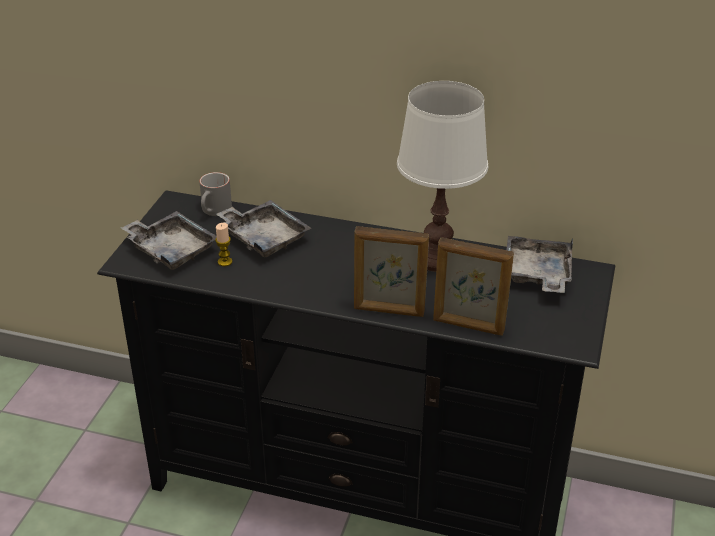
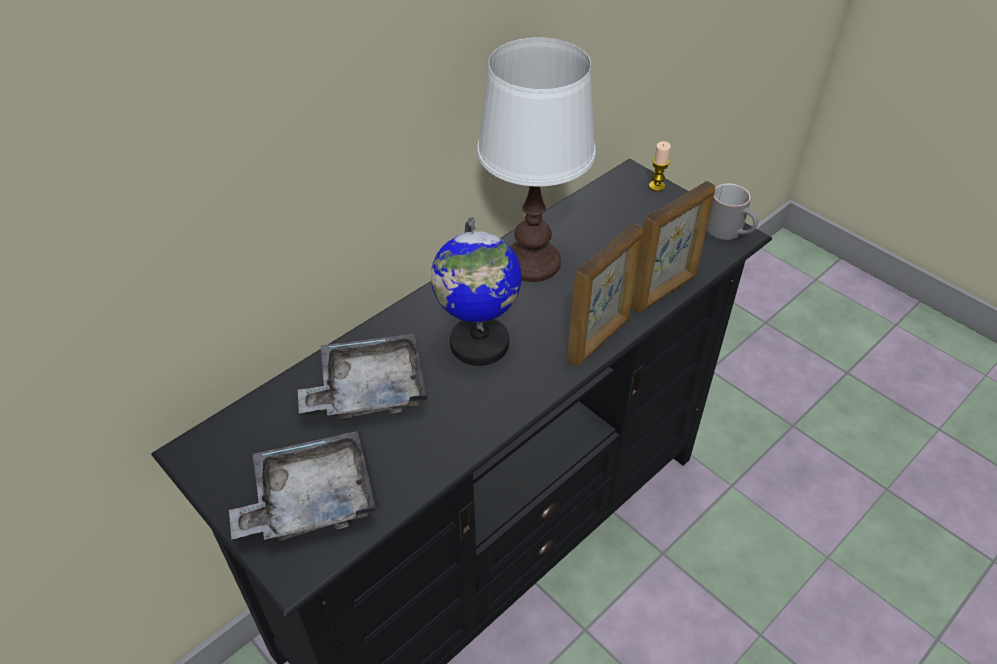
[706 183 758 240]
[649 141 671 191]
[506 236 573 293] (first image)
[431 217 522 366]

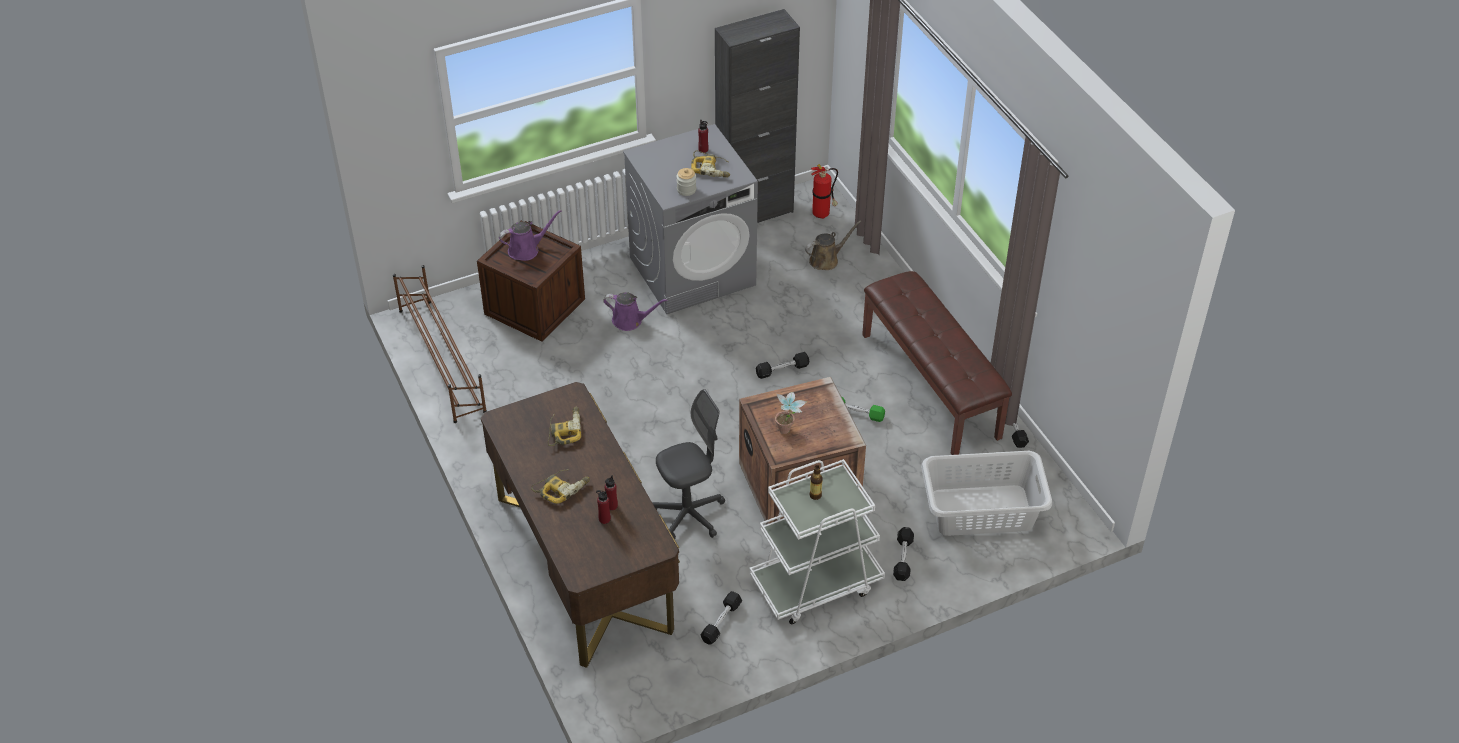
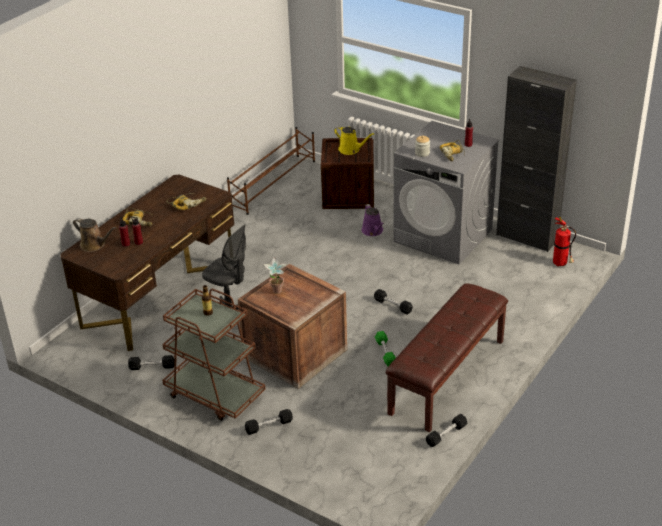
[334 126 375 155]
[162 289 265 421]
[73 218 116 252]
[921 451 1052 536] (first image)

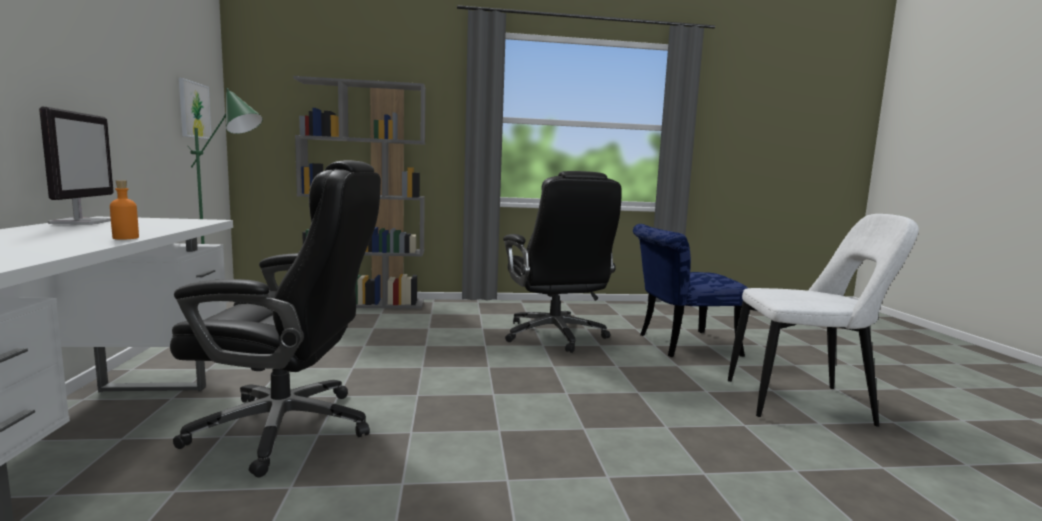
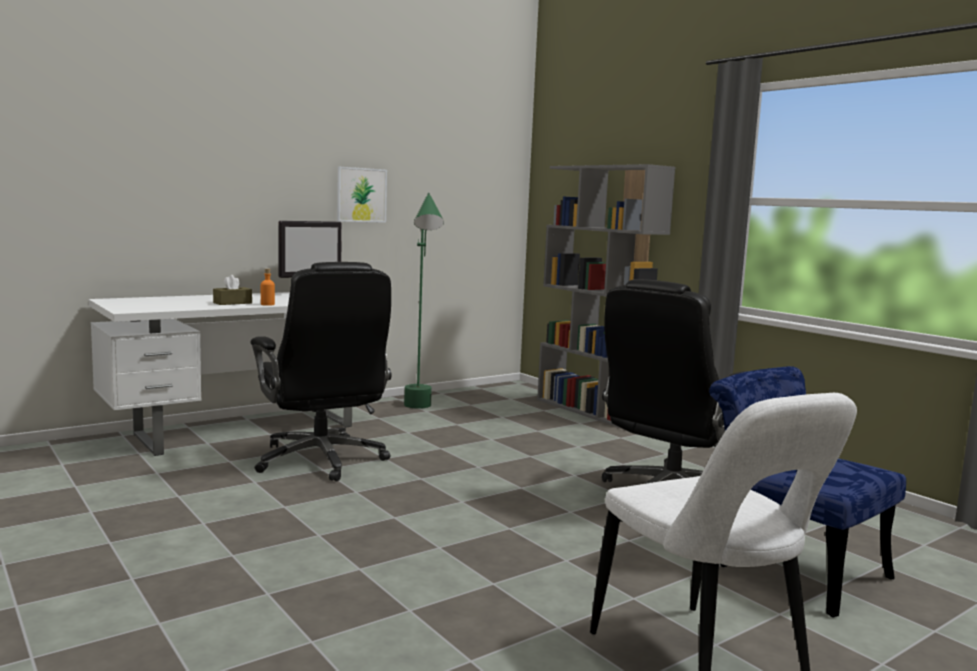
[337 167 387 223]
[213 275 252 305]

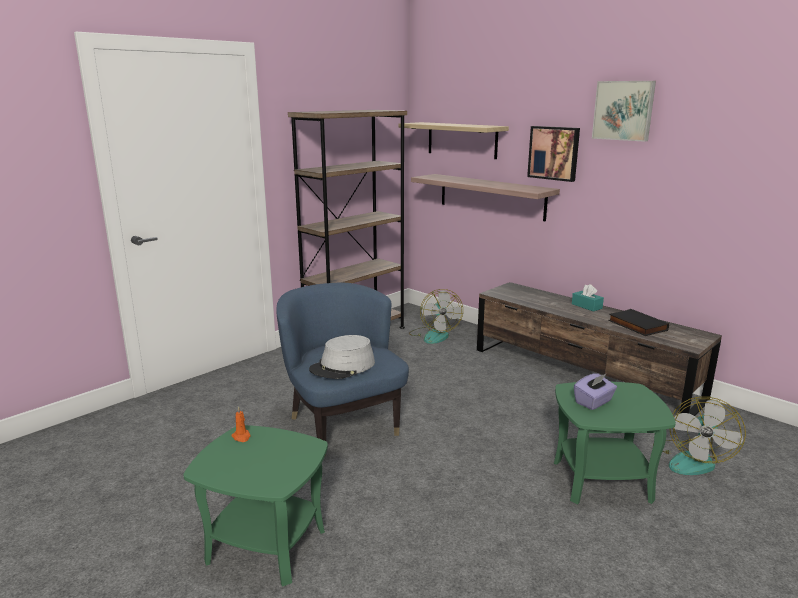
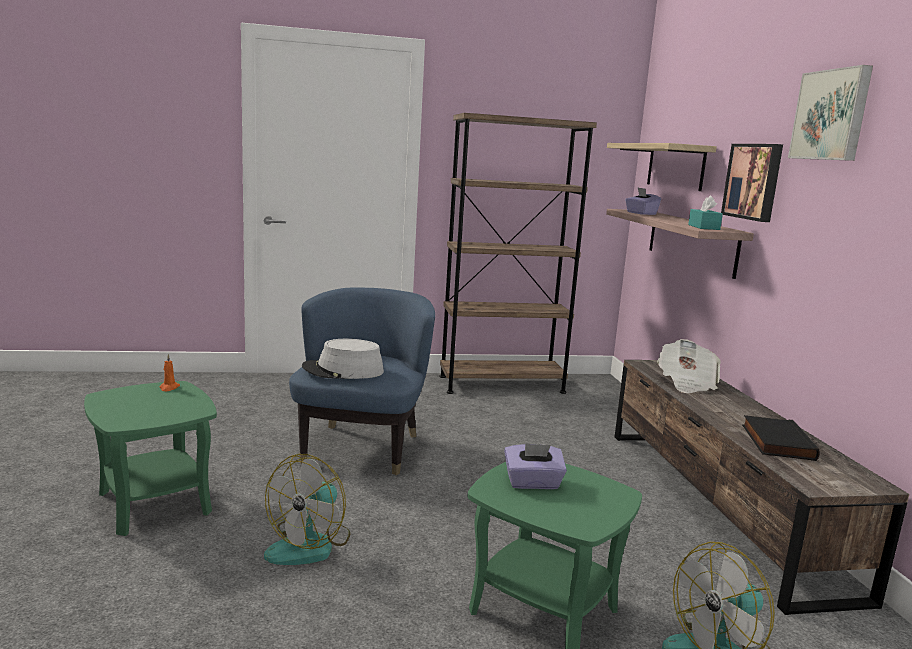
[264 454 350 565]
[688 195 723 230]
[625 188 661 215]
[657 339 721 393]

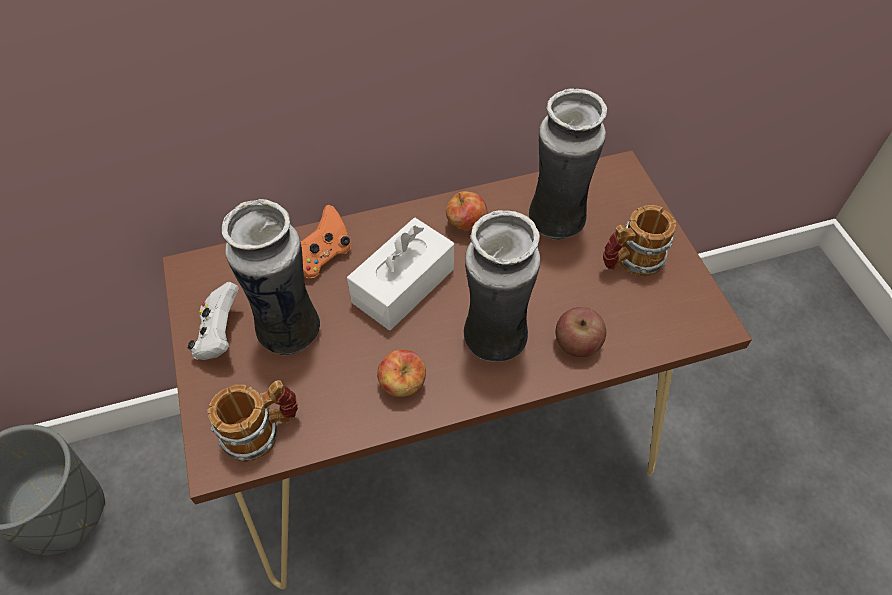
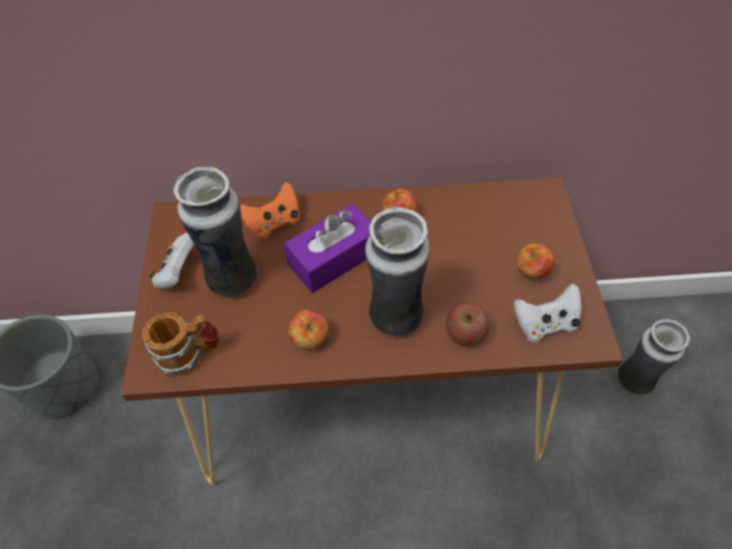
[284 204 371 293]
[618 319 690 395]
[517 244 555 280]
[513 284 581 342]

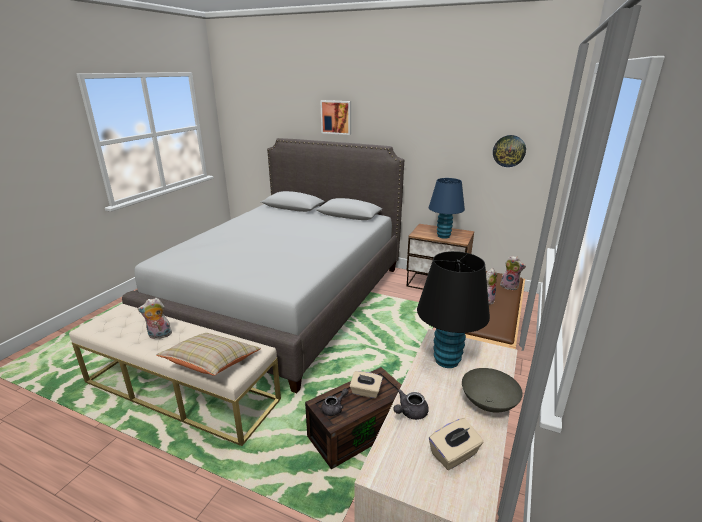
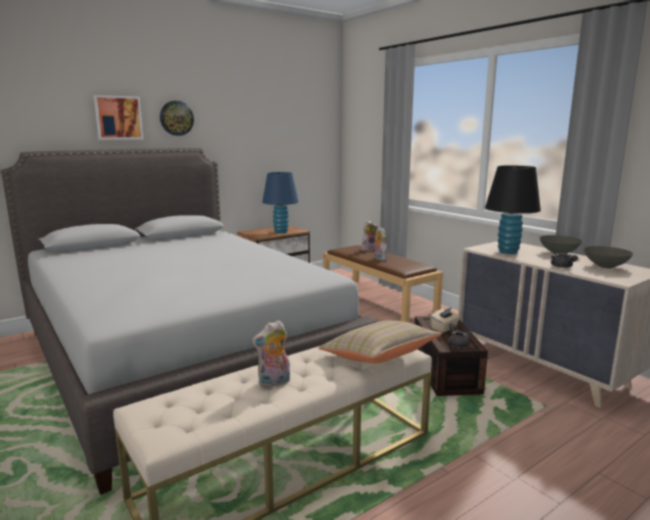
[252 320 290 388]
[584 246 633 268]
[160 101 194 136]

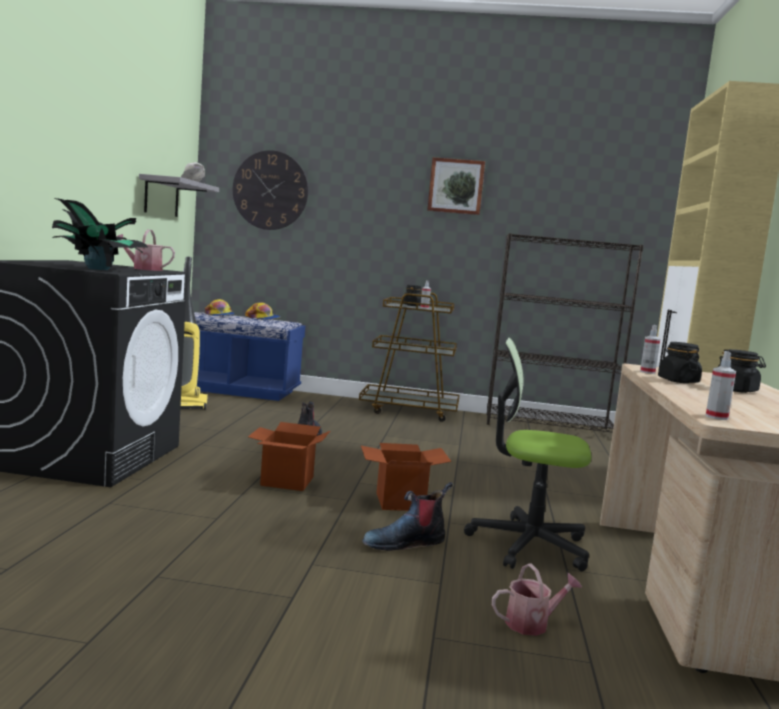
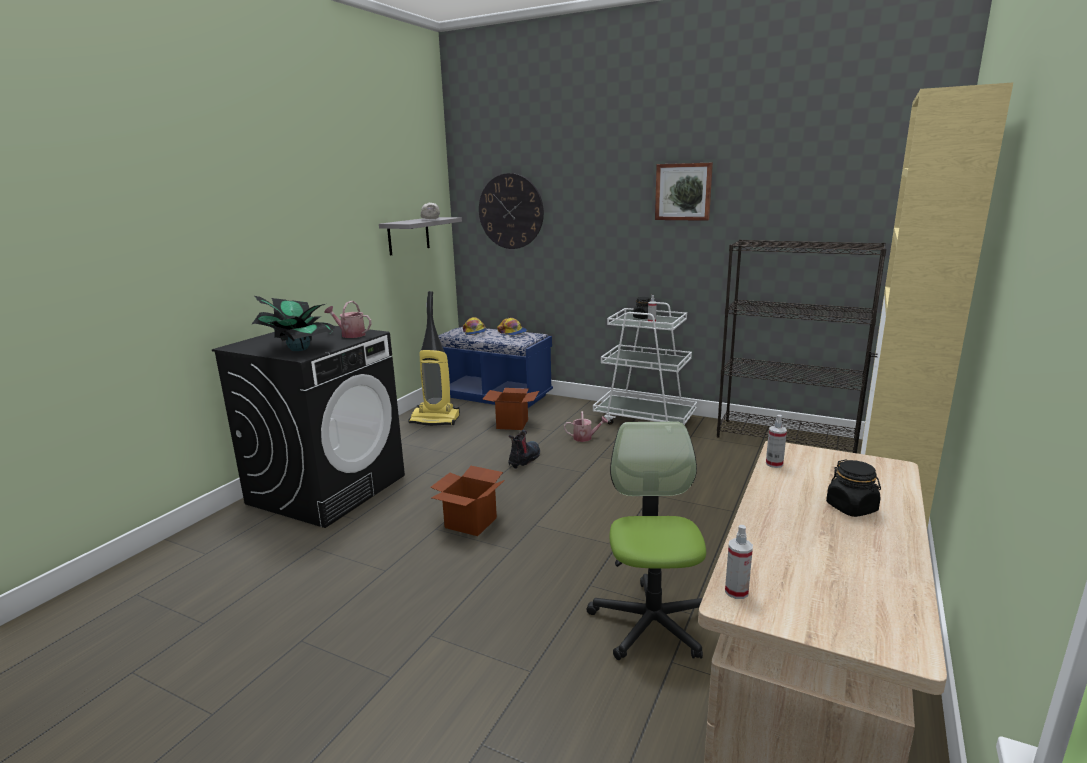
[593 302 697 425]
[482 388 539 430]
[363 482 453 551] (first image)
[587 421 706 660]
[564 411 608 442]
[658 342 702 383] (first image)

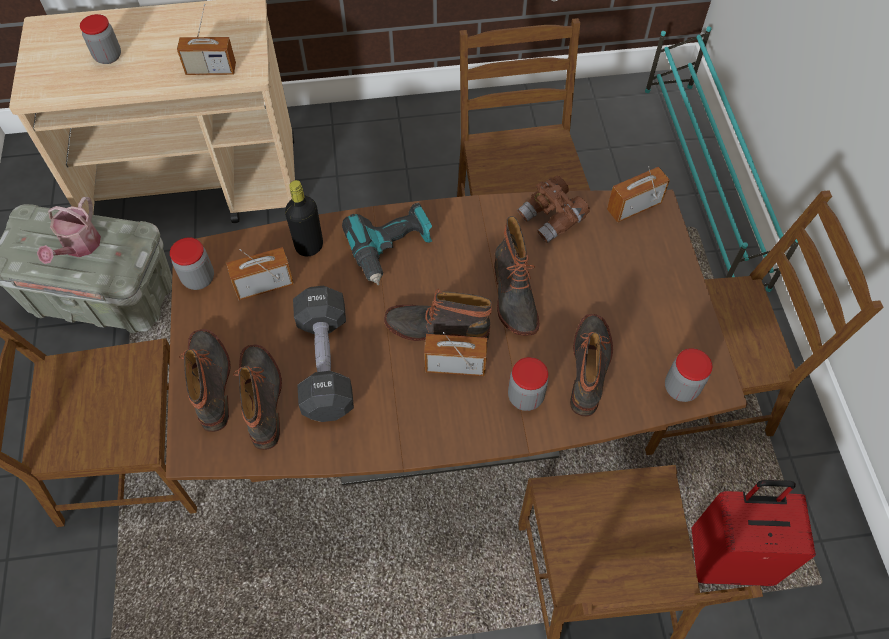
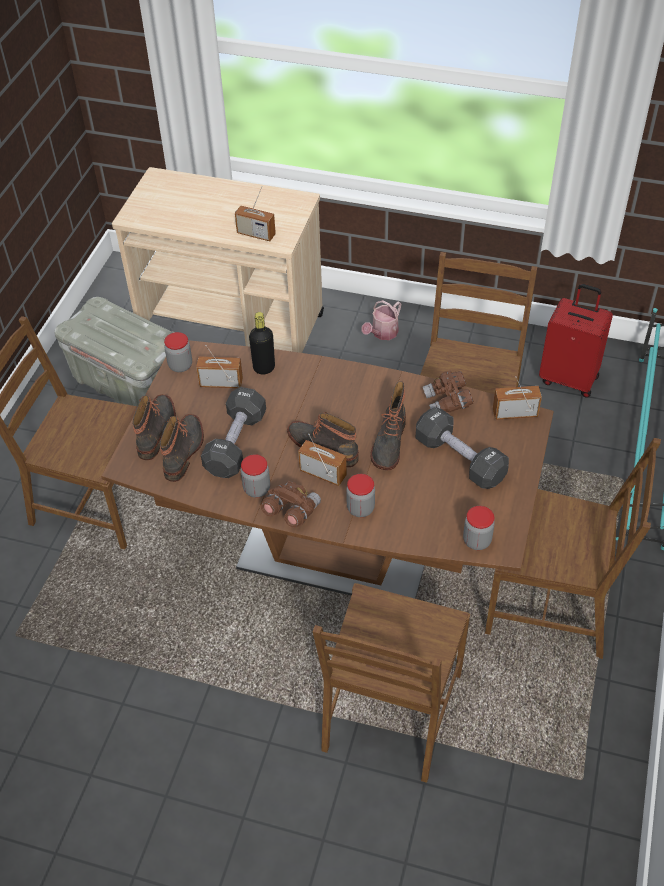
[361 300 401 340]
[241 454 270 498]
[342 203 432 286] (first image)
[570 314 613 417] (first image)
[539 284 613 398]
[261 481 321 528]
[416 407 509 489]

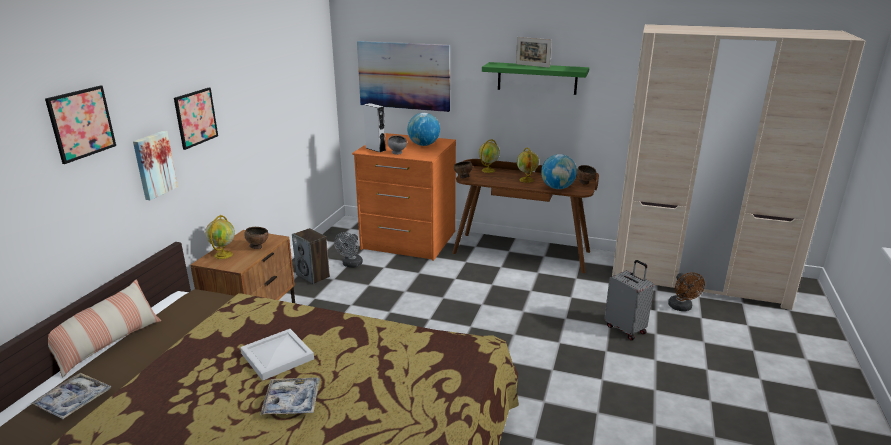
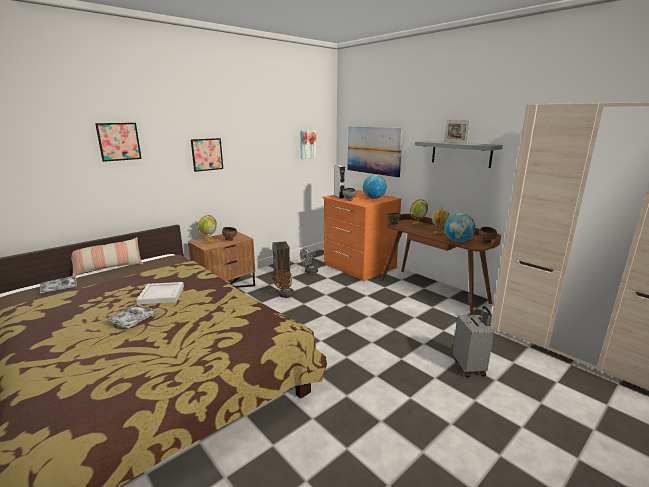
[300 130 316 159]
[415 141 503 168]
[273 270 295 298]

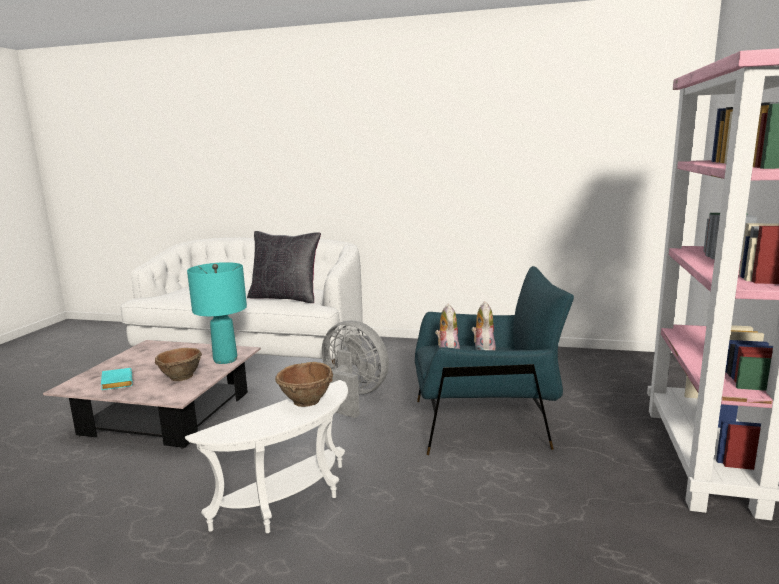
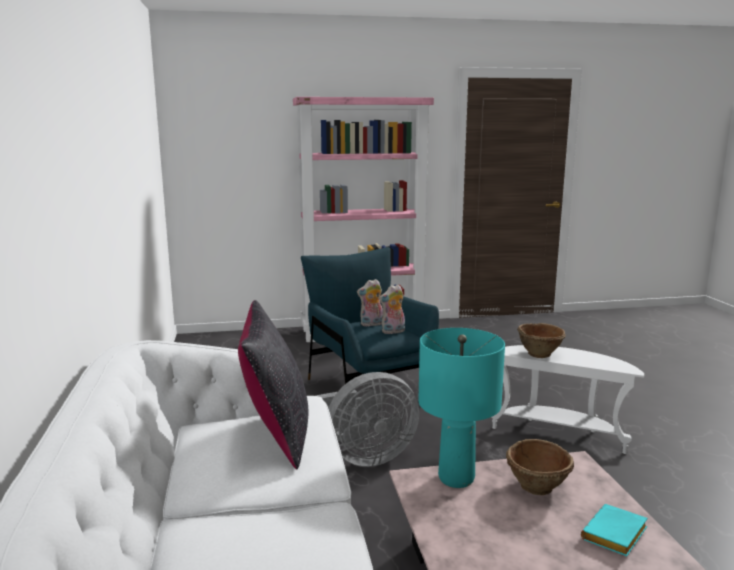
[315 372 419 467]

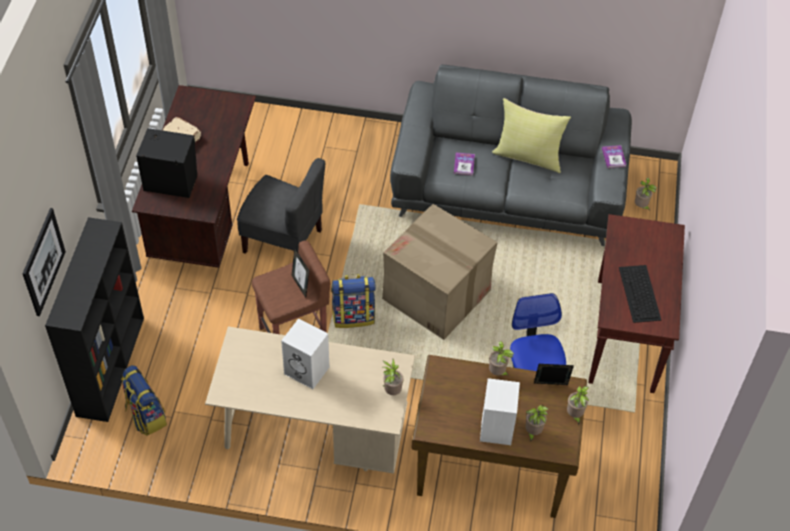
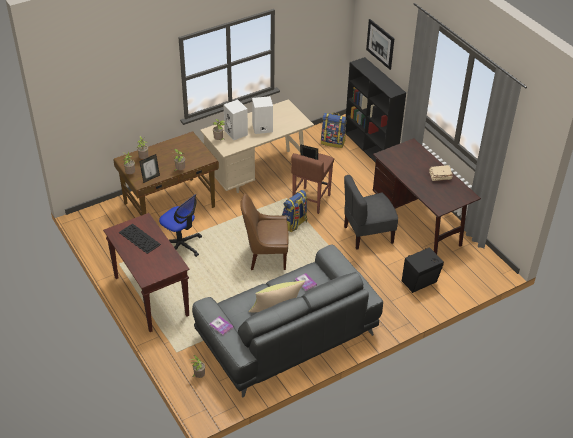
[402 247 444 293]
[240 193 289 270]
[224 99 248 140]

